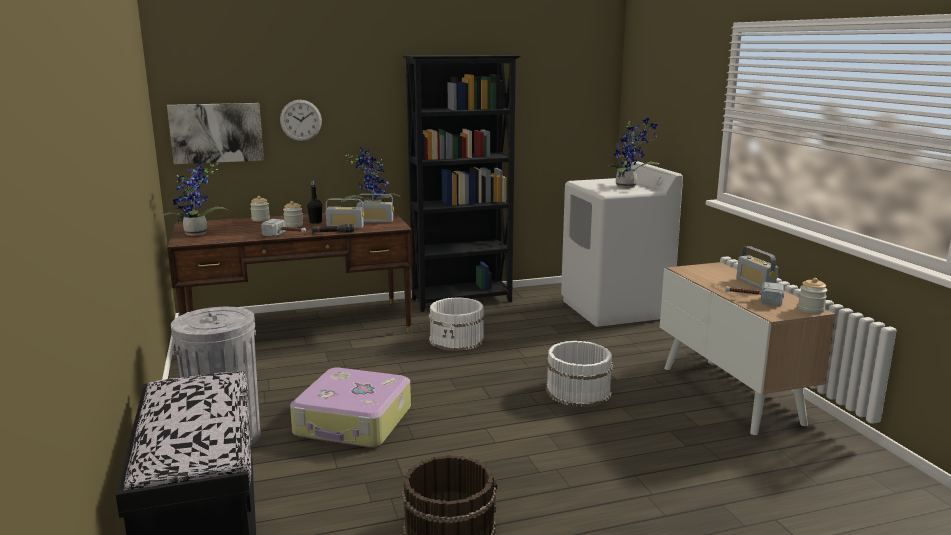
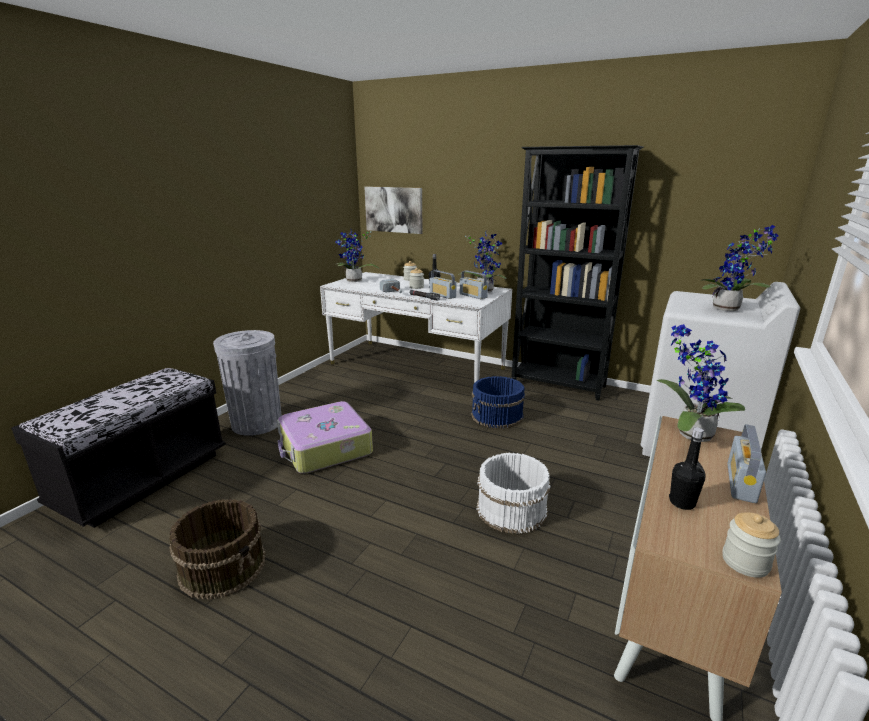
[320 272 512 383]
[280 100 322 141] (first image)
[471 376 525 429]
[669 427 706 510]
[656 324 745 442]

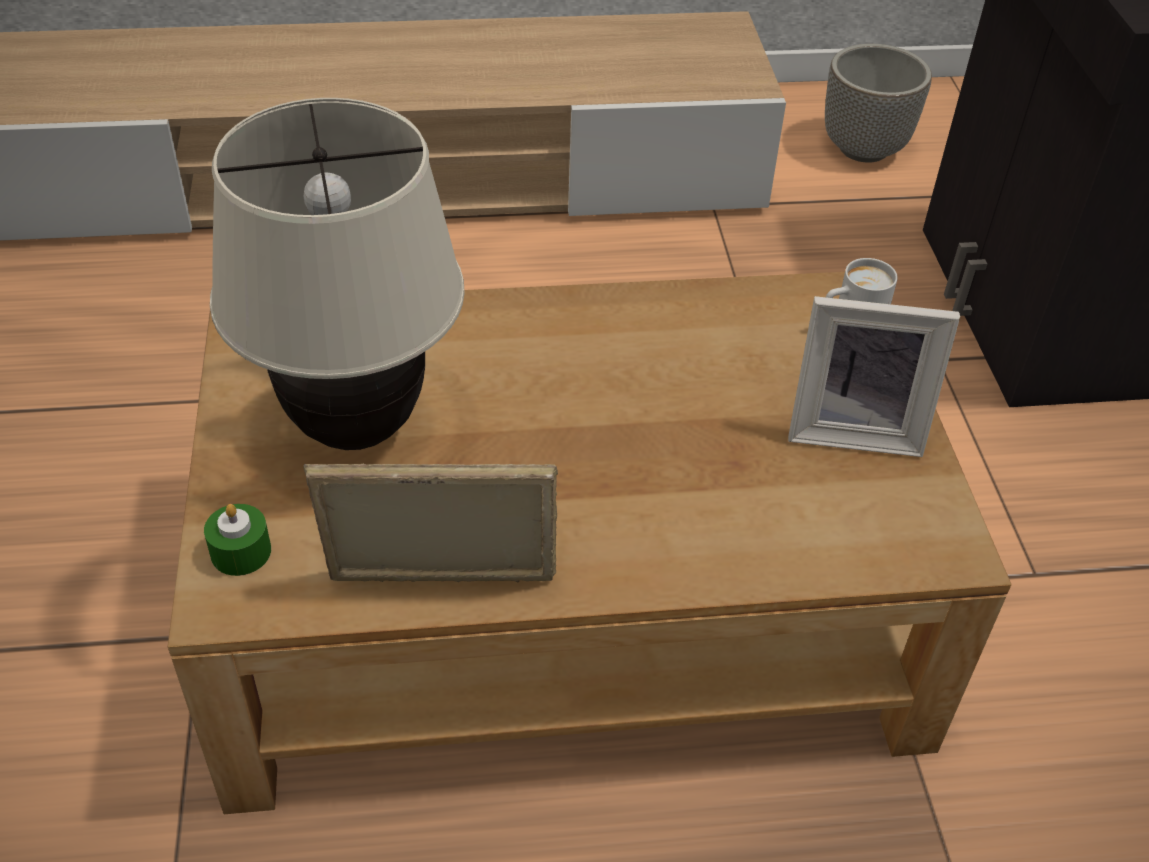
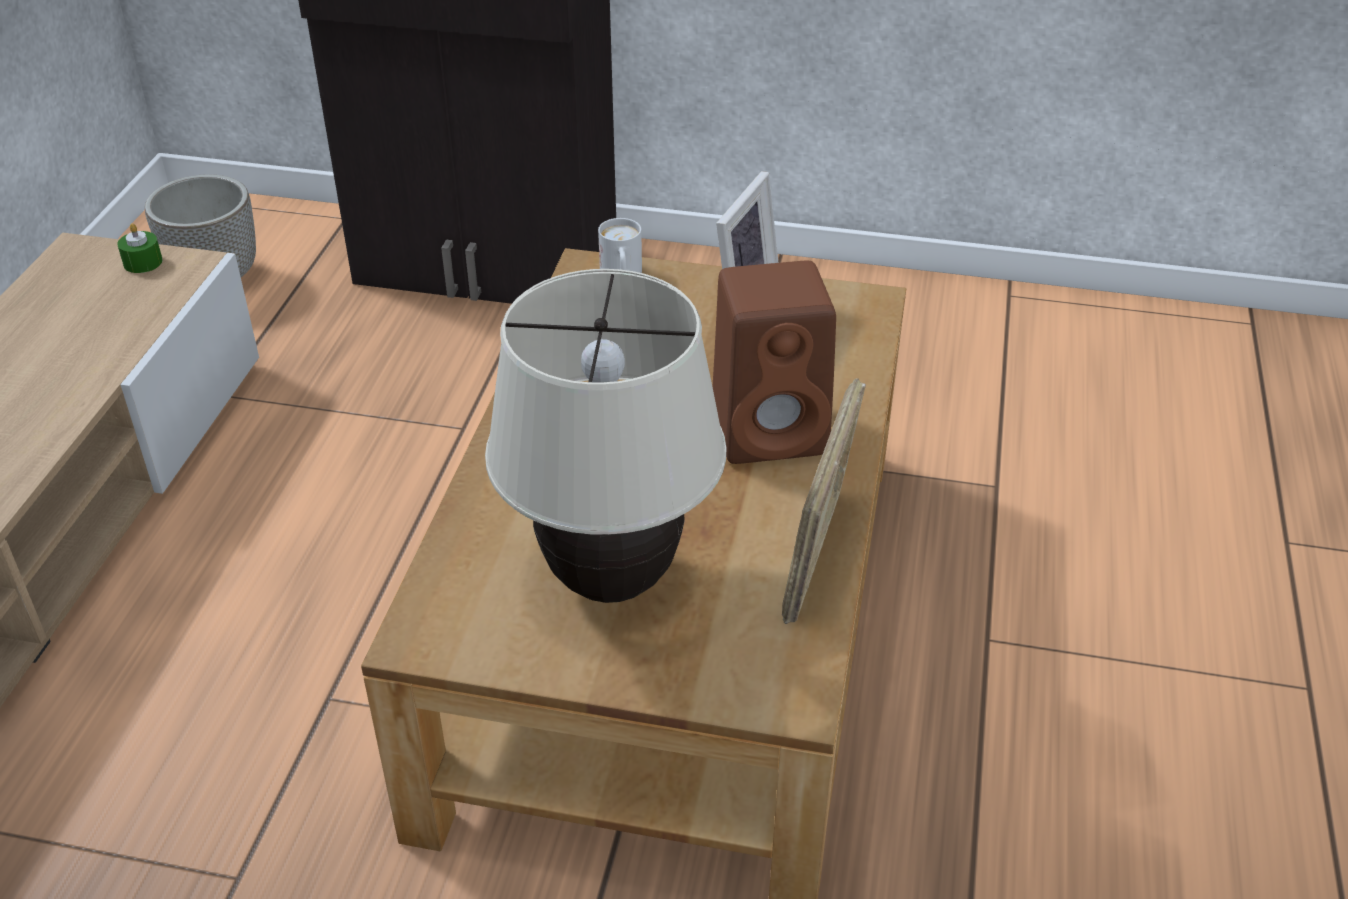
[117 223 163 273]
[713 260 836 464]

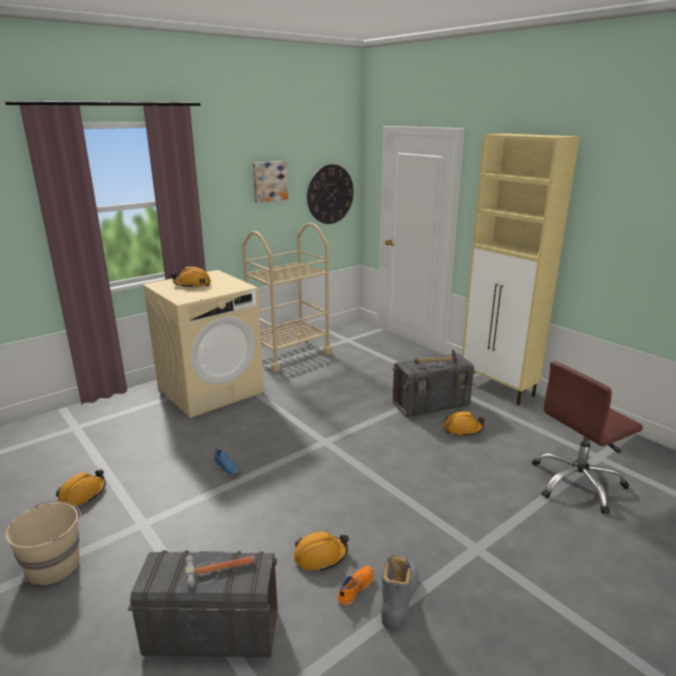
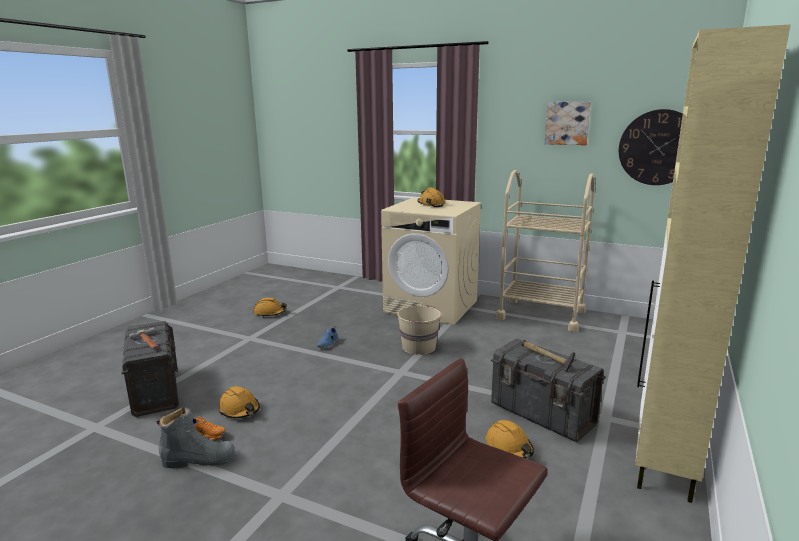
[397 305 443 355]

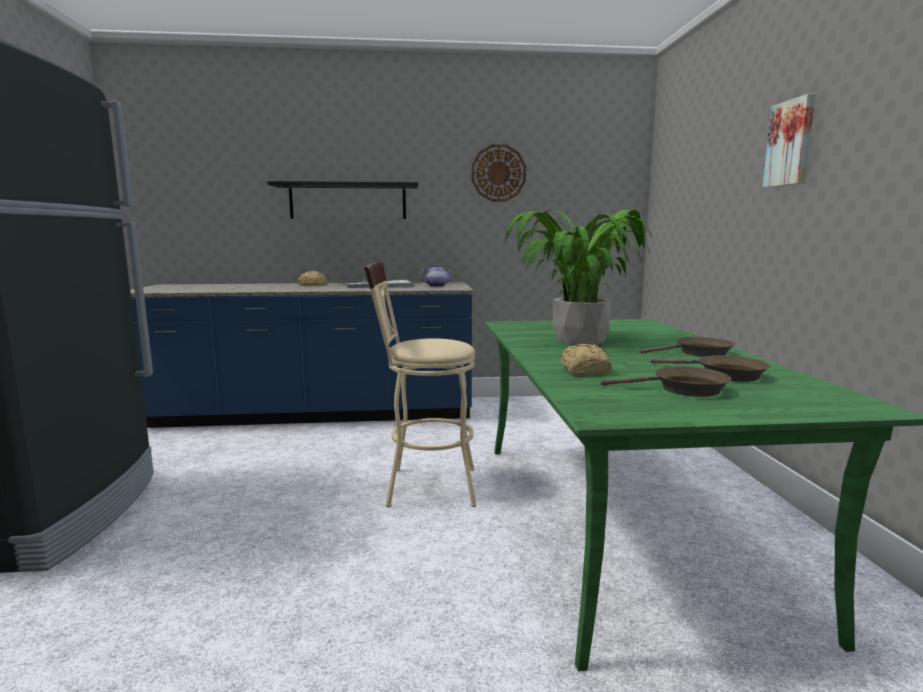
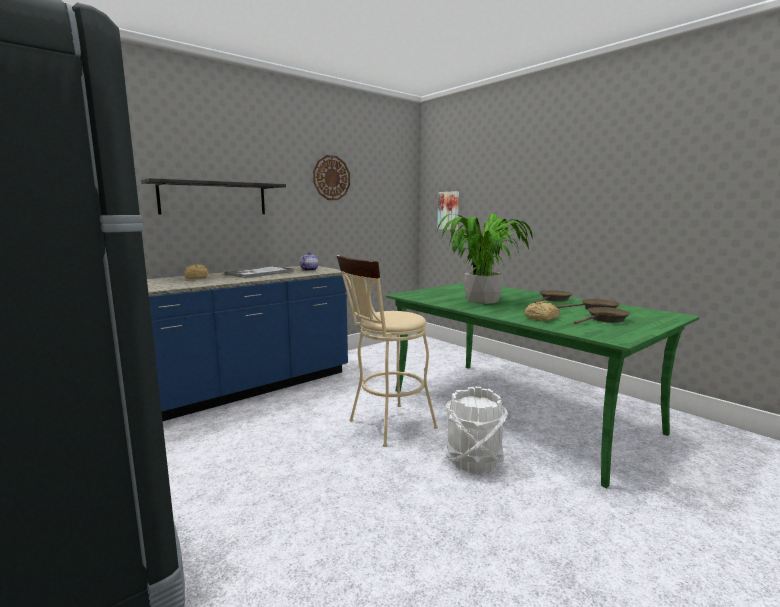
[437 191 459 230]
[445 387 508 474]

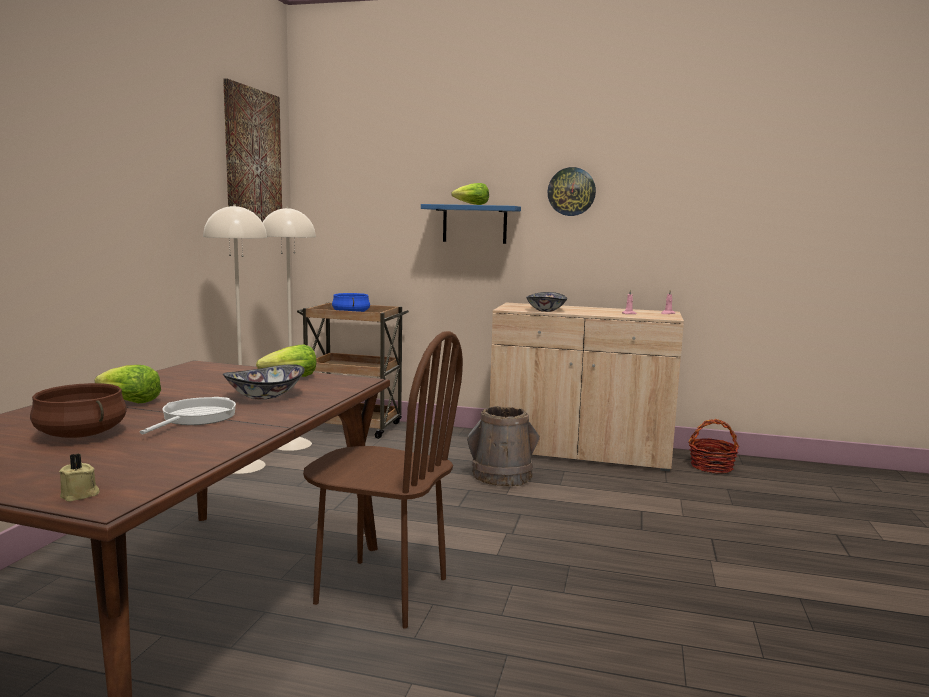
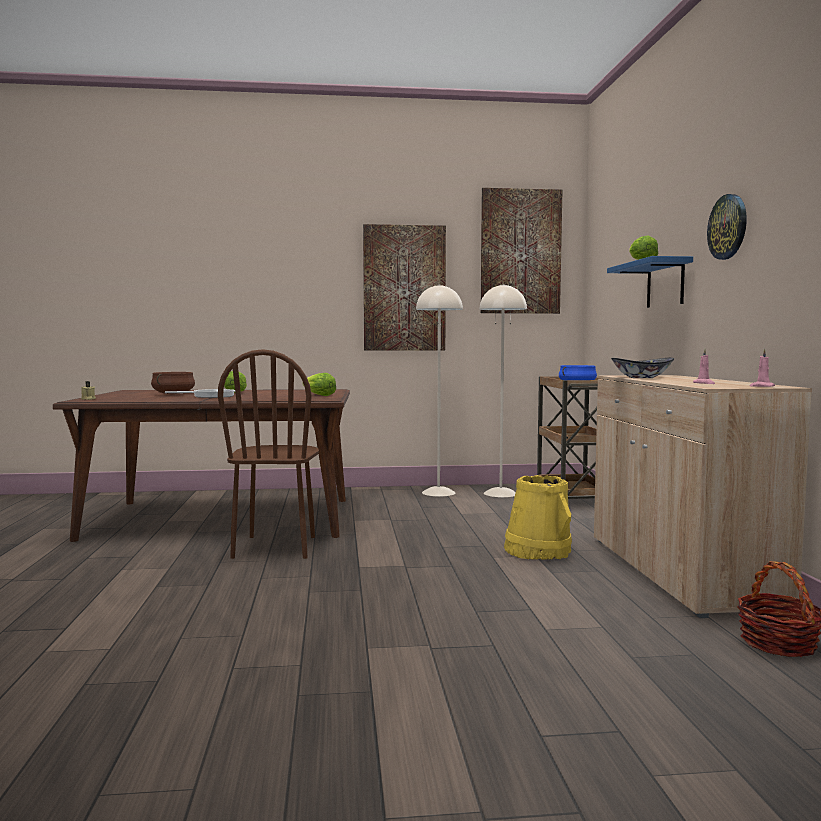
[223 364 305 399] (first image)
[504 475 572 560]
[363 224 446 351]

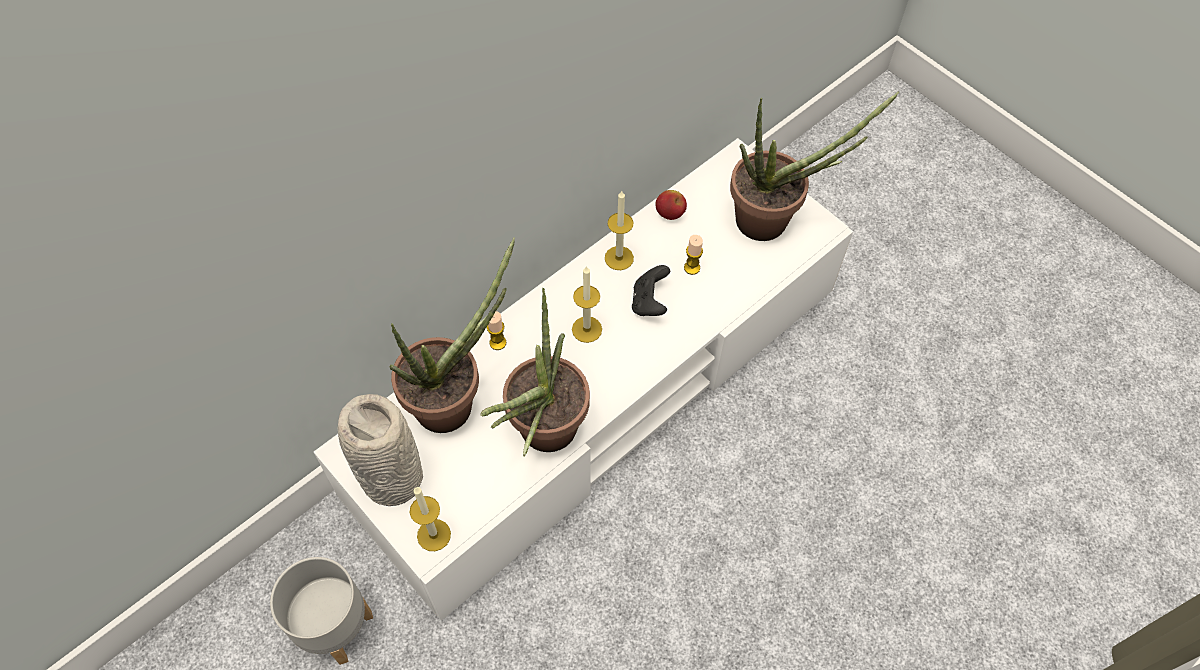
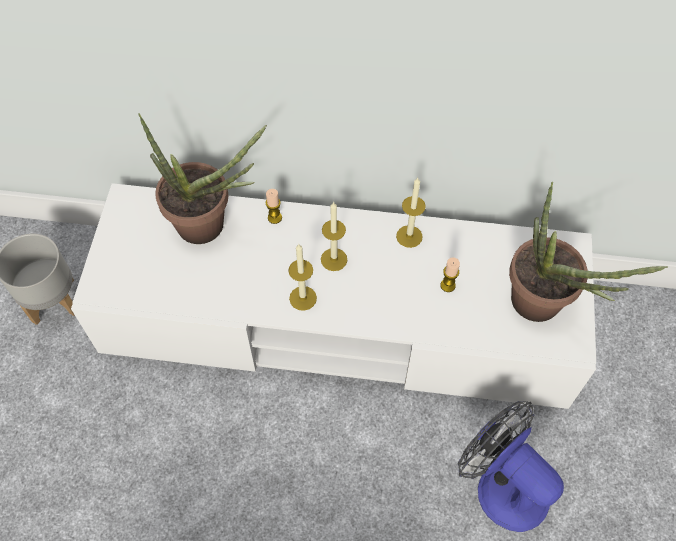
[338 394 423 506] (first image)
[288 243 317 311]
[480 287 590 456] (first image)
[632 265 670 316] (first image)
[656 190 687 220] (first image)
[458 401 564 532]

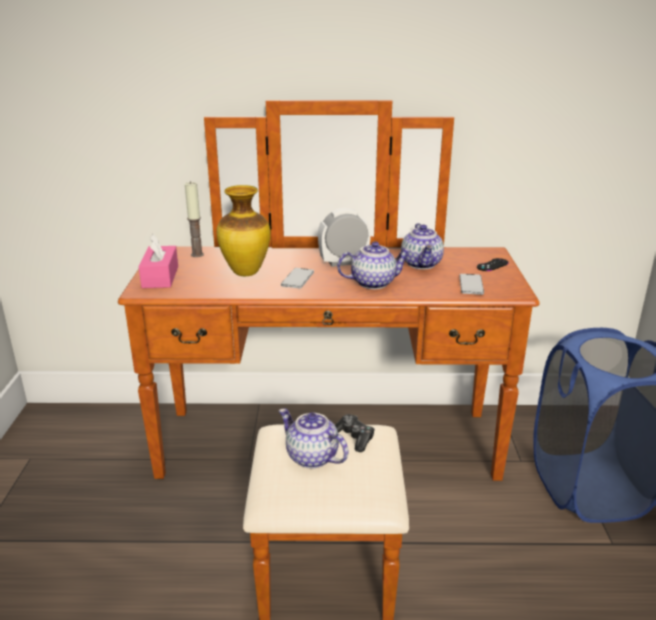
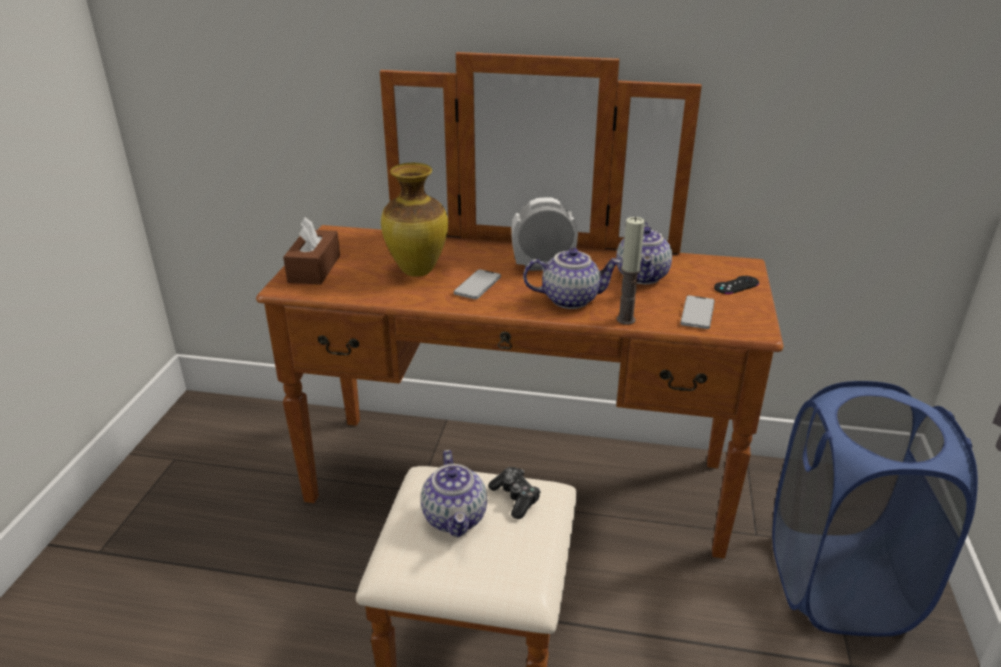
[283 217 340 285]
[617 217 645 325]
[421 450 487 538]

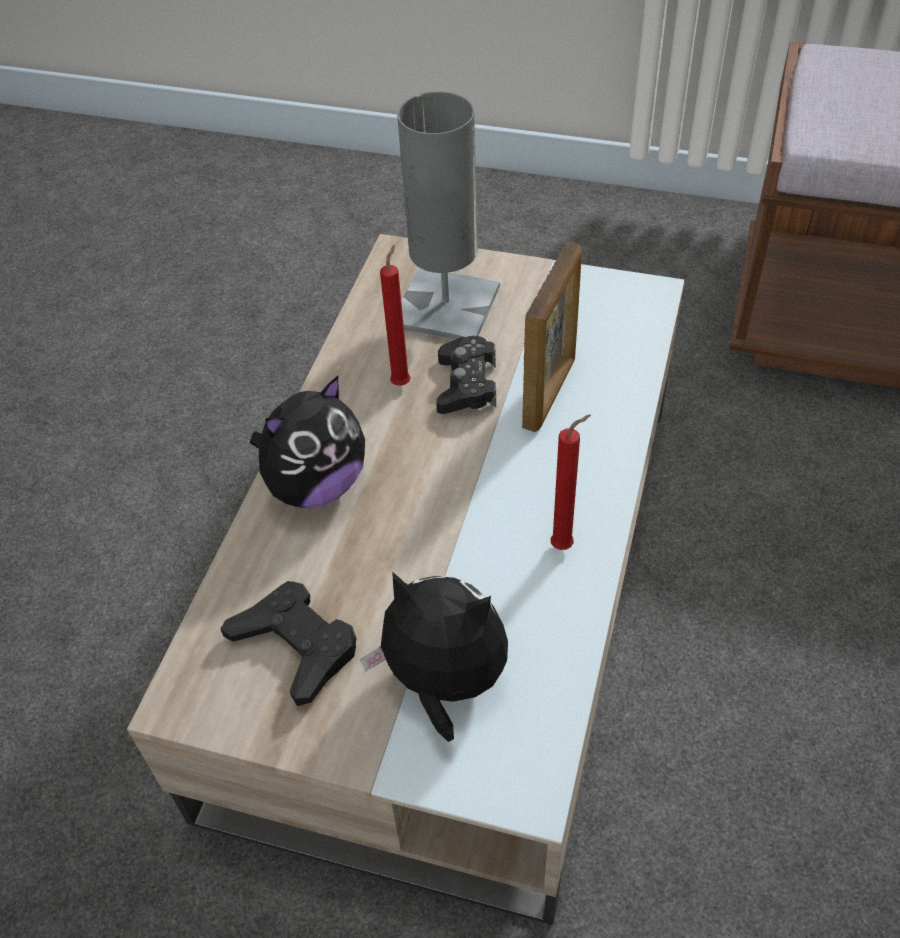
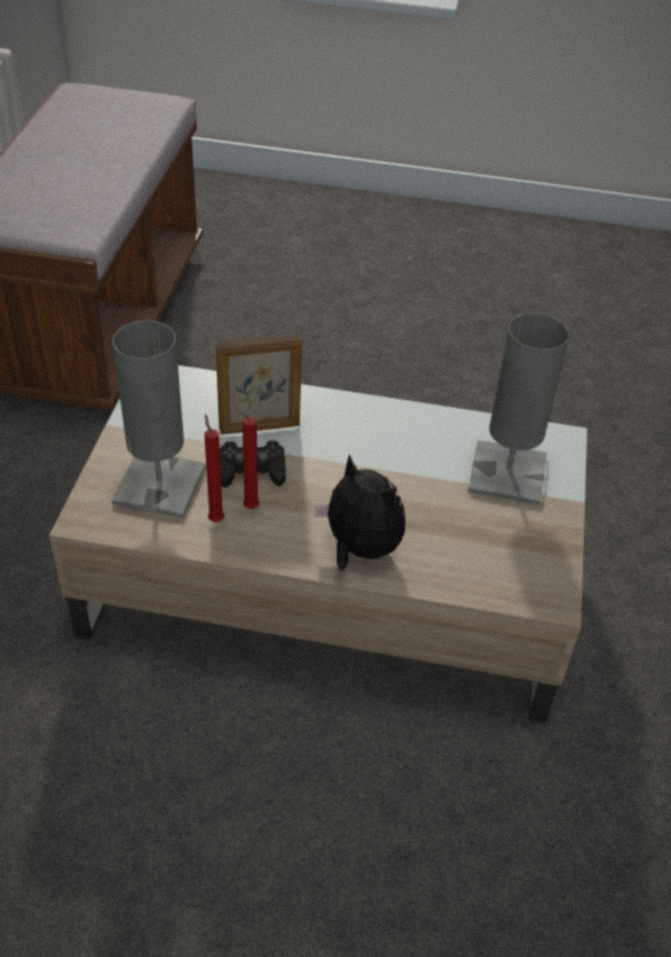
[220 581 357 706] (first image)
[468 313 569 505]
[216 334 302 434]
[204 414 224 522]

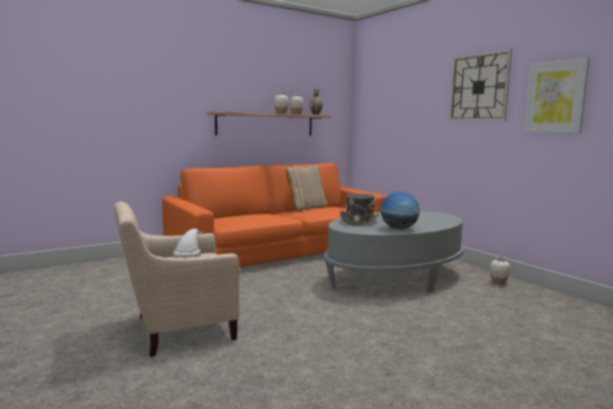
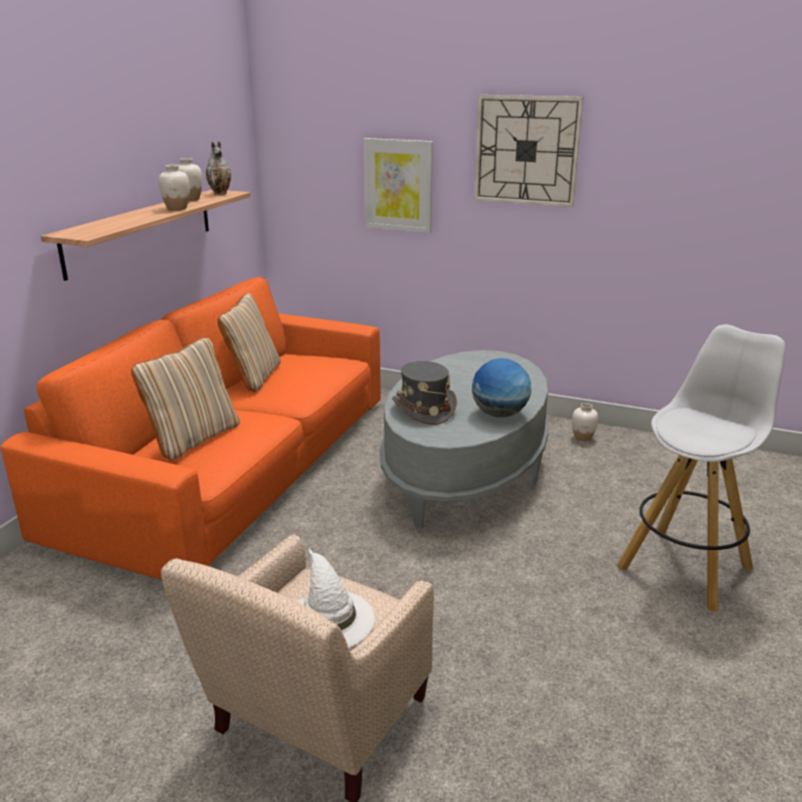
[363 138 433 233]
[131 337 240 460]
[616 324 785 612]

